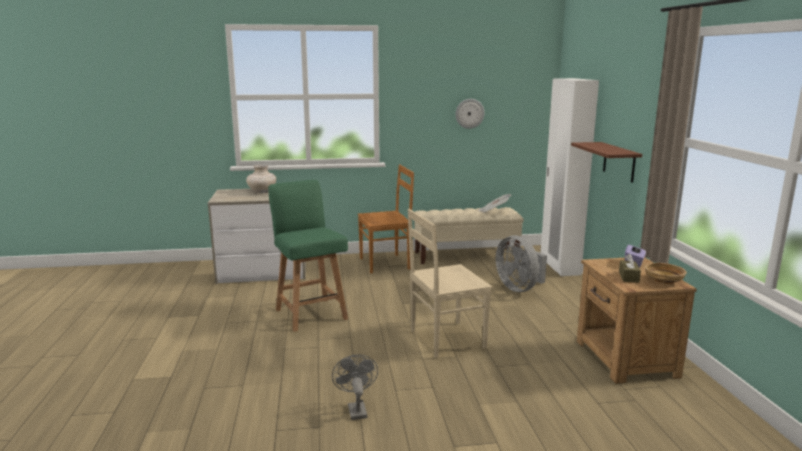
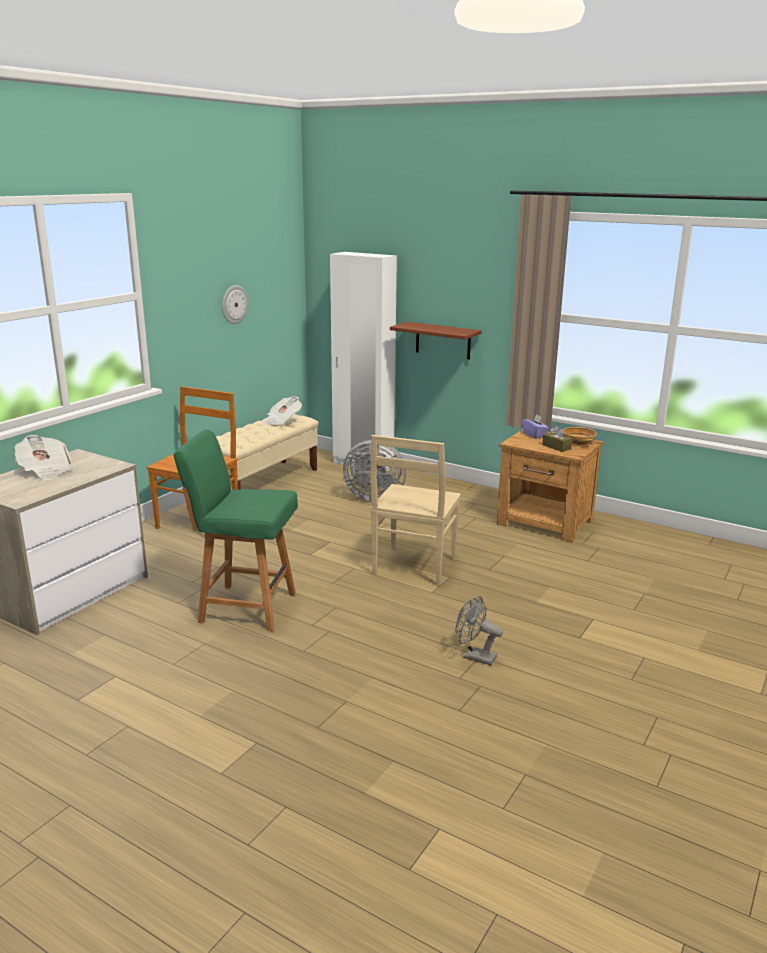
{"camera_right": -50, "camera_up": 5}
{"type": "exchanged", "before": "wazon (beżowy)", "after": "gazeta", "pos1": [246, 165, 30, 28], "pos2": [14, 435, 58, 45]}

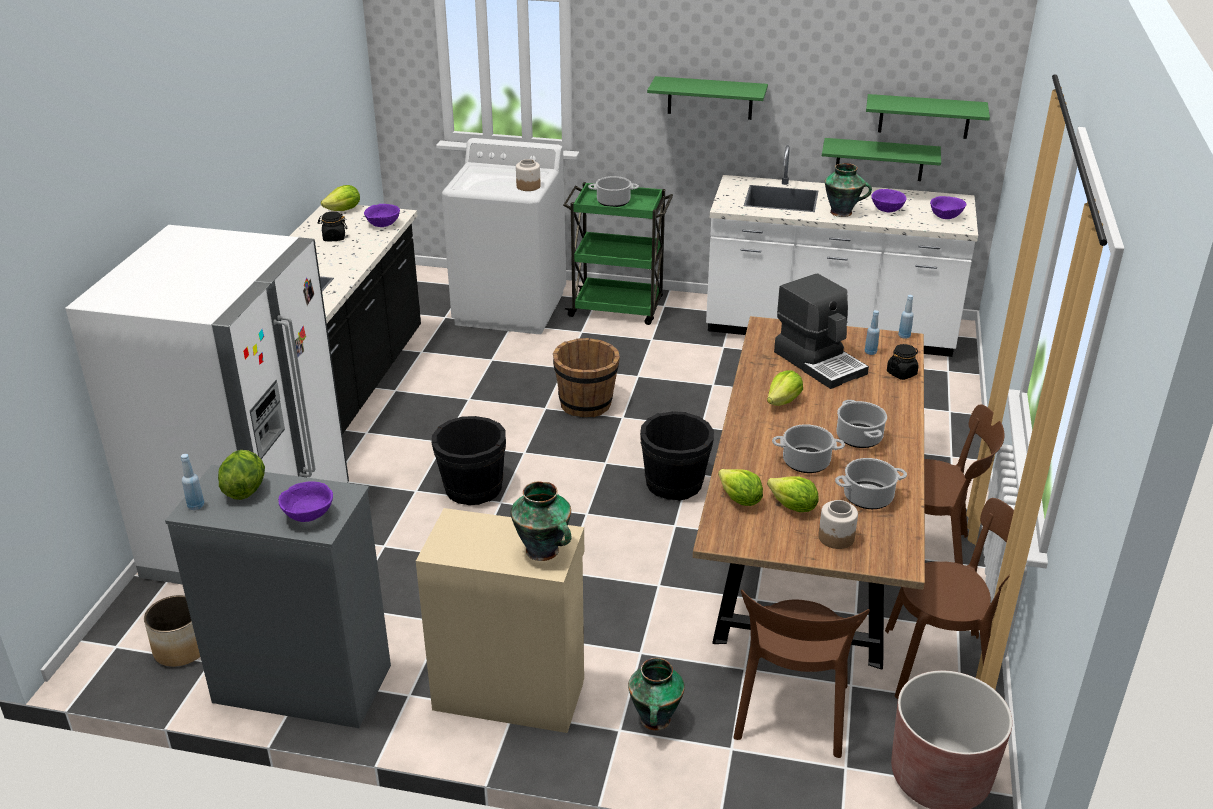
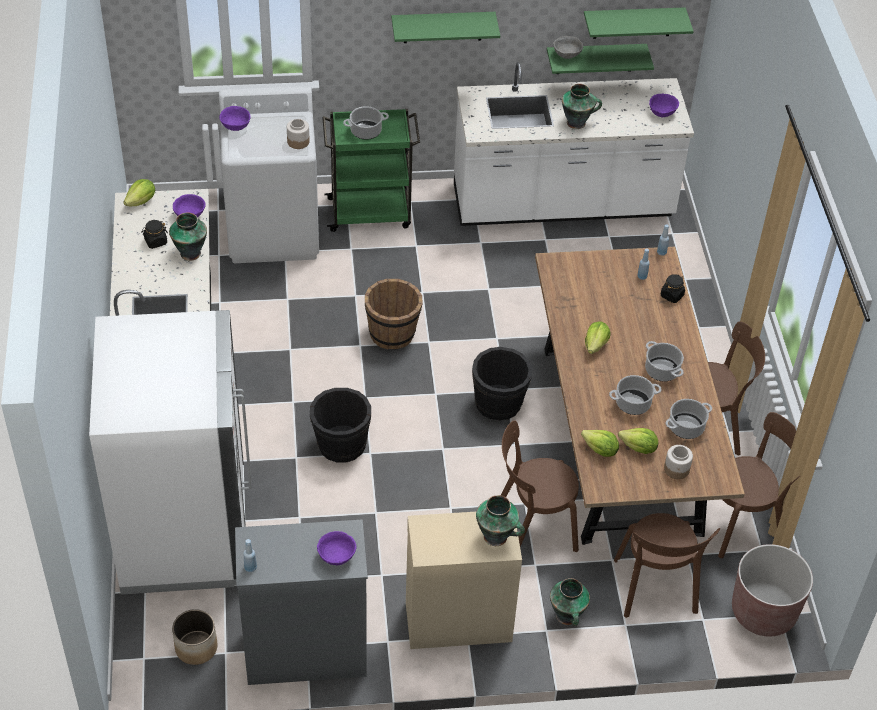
{"camera_right": -20, "camera_up": 15}
{"type": "relocated", "before": "miska (fioletowy)", "pos1": [872, 189, 34, 23], "pos2": [219, 106, 32, 25]}
{"type": "missing", "before": "ekspres do kawy", "pos1": [774, 273, 95, 116]}
{"type": "missing", "before": "sałata", "pos1": [218, 450, 47, 50]}
{"type": "appeared", "after": "miska (szary)", "pos2": [553, 36, 30, 23]}
{"type": "appeared", "after": "wazon", "pos2": [169, 212, 38, 49]}
{"type": "appeared", "after": "krzesło (brązowy)", "pos2": [501, 420, 78, 132]}

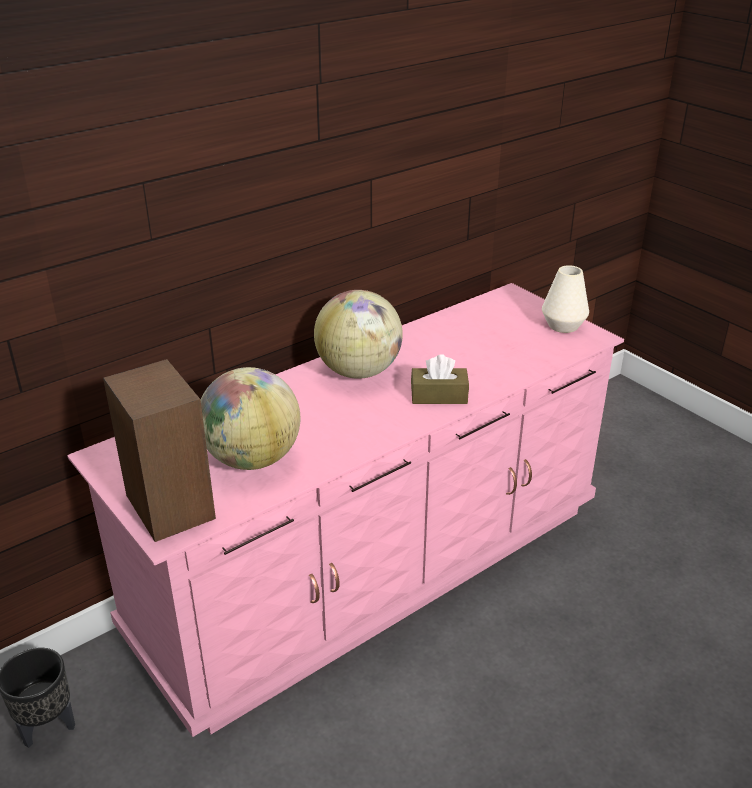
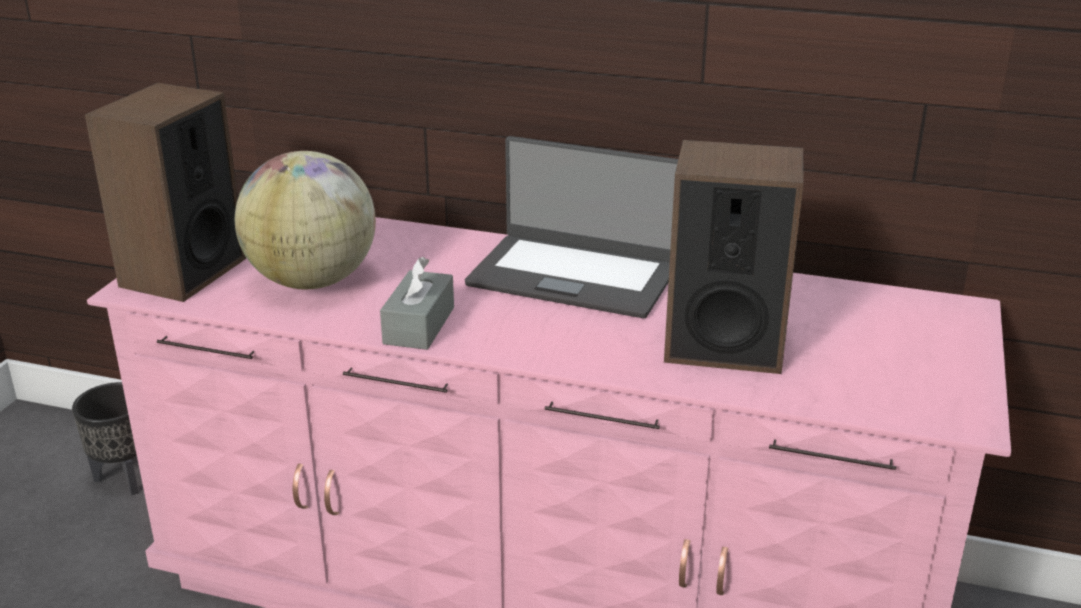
{"camera_right": 55, "camera_up": -5}
{"type": "missing", "before": "wazon (biały)", "pos1": [542, 265, 47, 68]}
{"type": "exchanged", "before": "globus", "after": "laptop", "pos1": [314, 290, 89, 89], "pos2": [465, 136, 213, 182]}
{"type": "missing", "before": "pudełko chusteczek (brązowy)", "pos1": [411, 354, 58, 50]}
{"type": "appeared", "after": "głośnik", "pos2": [664, 140, 140, 234]}
{"type": "appeared", "after": "pudełko chusteczek (szary)", "pos2": [380, 257, 74, 93]}

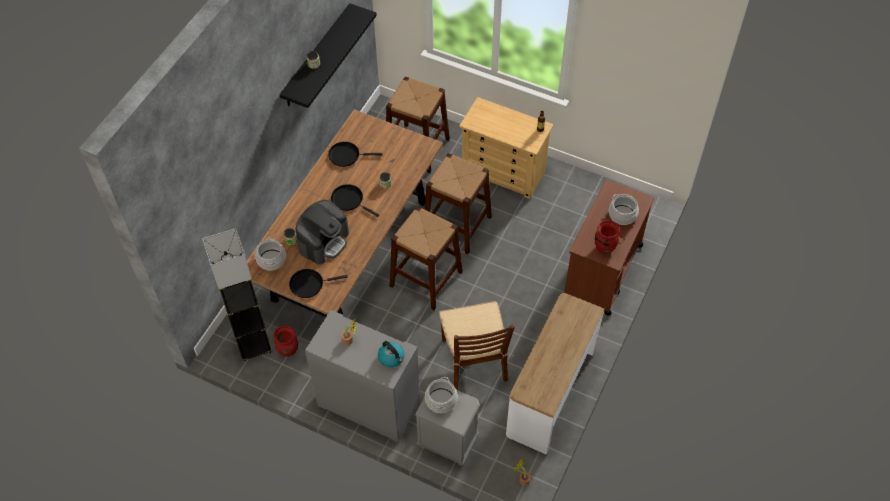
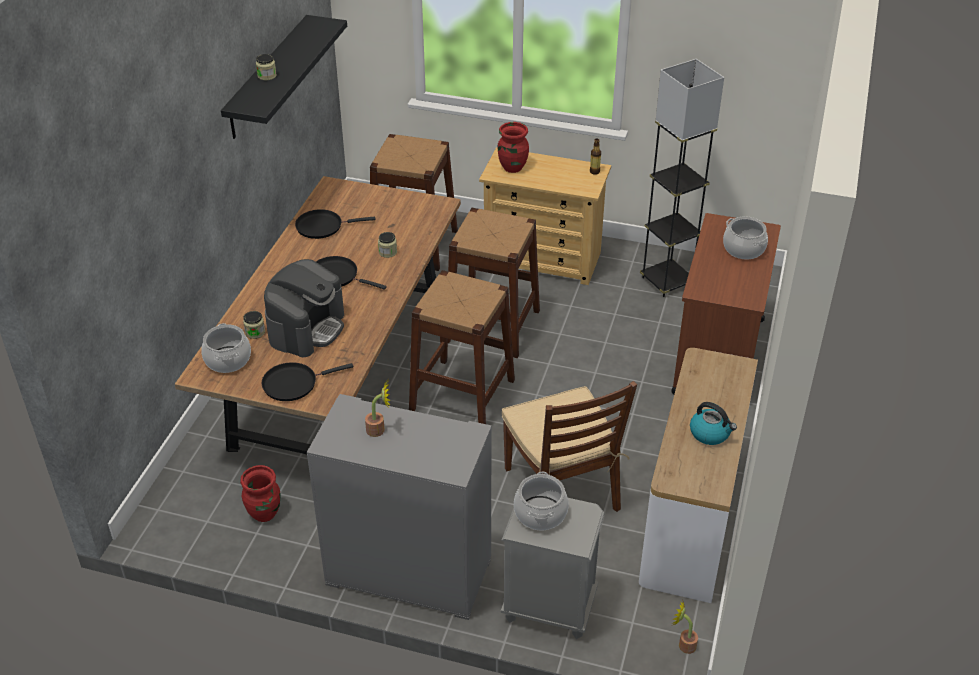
{"camera_right": -10, "camera_up": -15}
{"type": "relocated", "before": "wazon (czerwony)", "pos1": [595, 220, 25, 34], "pos2": [498, 122, 31, 51]}
{"type": "relocated", "before": "lampa stojąca (szary)", "pos1": [202, 228, 70, 133], "pos2": [640, 59, 84, 238]}
{"type": "relocated", "before": "czajnik", "pos1": [378, 341, 26, 26], "pos2": [690, 402, 47, 43]}

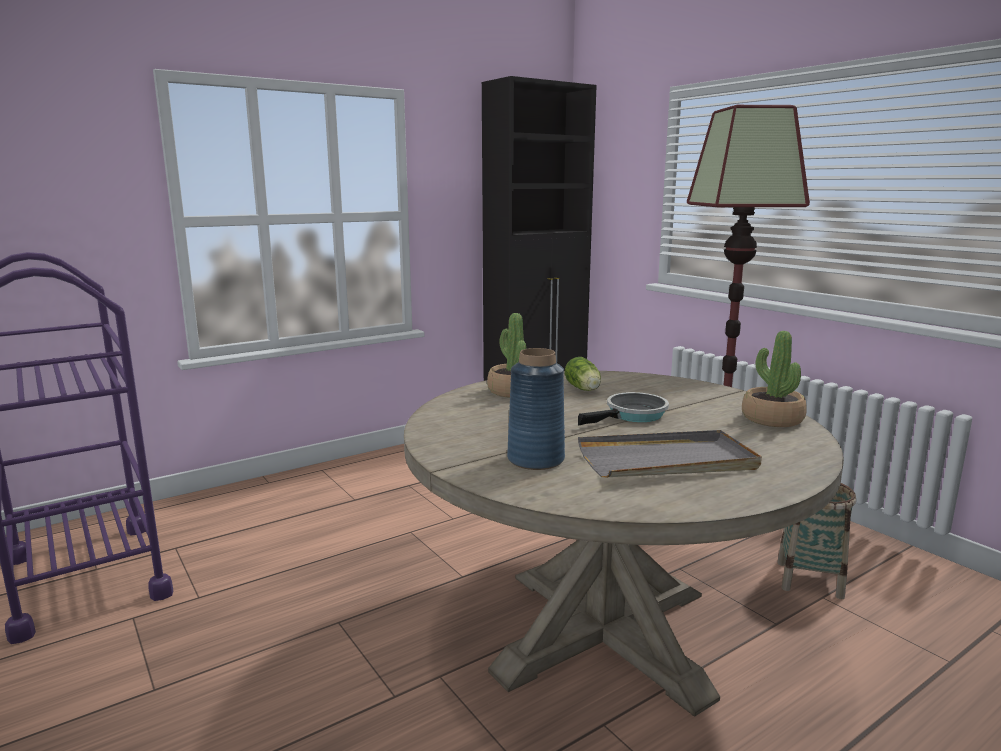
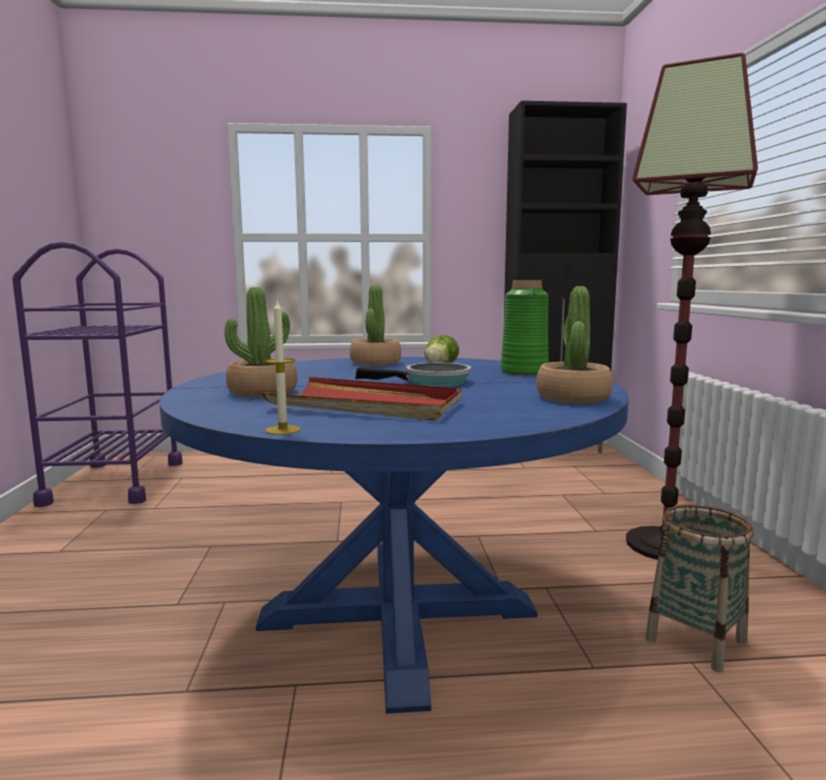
{"camera_right": 30, "camera_up": -5}
{"type": "exchanged", "before": "wazon (niebieski)", "after": "roślina doniczkowa", "pos1": [507, 348, 58, 122], "pos2": [225, 287, 73, 110]}
{"type": "colour", "before": "stół jadalny (beżowy)", "after": "stół jadalny (niebieski)", "pos1": [404, 371, 440, 346], "pos2": [159, 357, 470, 357]}
{"type": "colour", "before": "taca (szary)", "after": "taca (czerwony)", "pos1": [578, 430, 184, 47], "pos2": [263, 377, 198, 44]}
{"type": "appeared", "after": "wazon (zielony)", "pos2": [501, 280, 48, 95]}
{"type": "appeared", "after": "świeca", "pos2": [265, 299, 35, 136]}

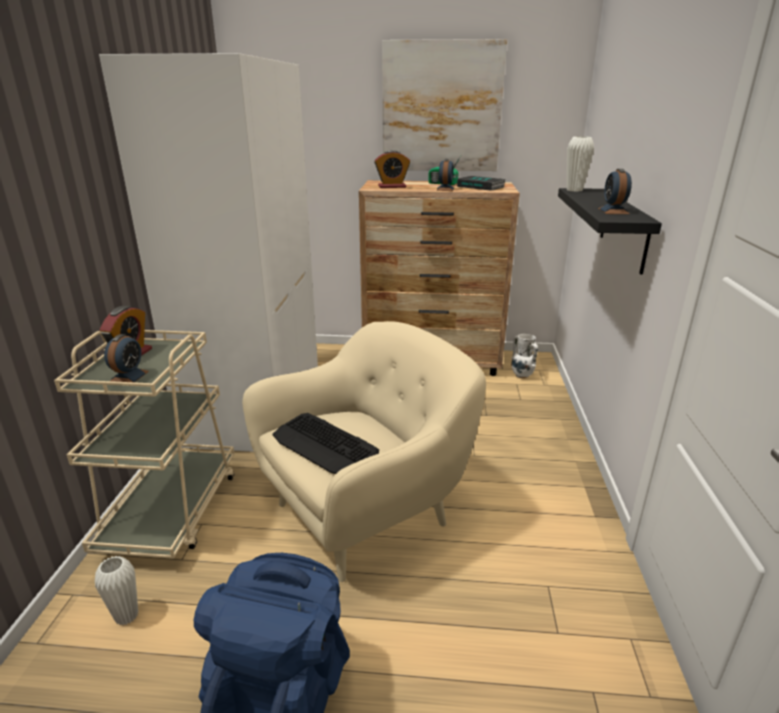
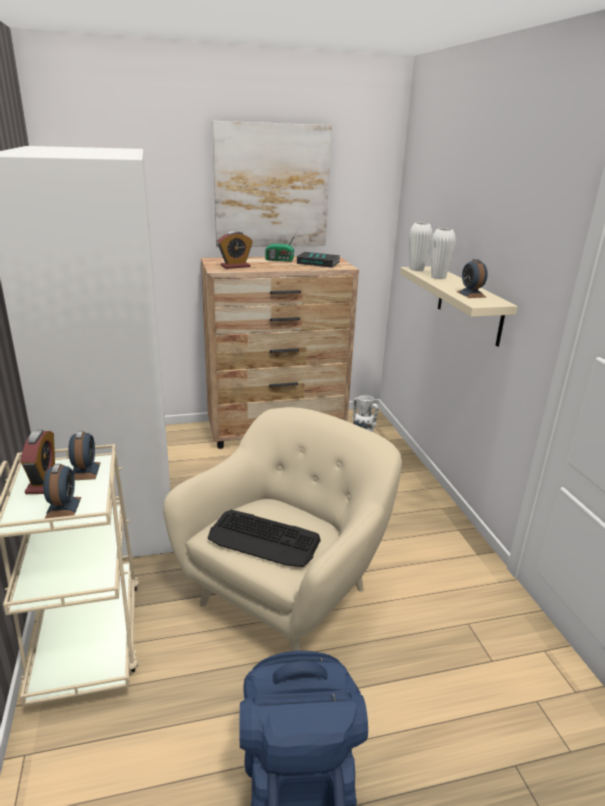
{"camera_right": -20, "camera_up": 0}
{"type": "relocated", "before": "budzik", "pos1": [436, 159, 18, 32], "pos2": [69, 431, 32, 49]}
{"type": "colour", "before": "półka (czarny)", "after": "półka (beżowy)", "pos1": [558, 188, 104, 87], "pos2": [400, 266, 118, 81]}
{"type": "relocated", "before": "wazon (biały)", "pos1": [95, 556, 43, 69], "pos2": [431, 228, 25, 51]}

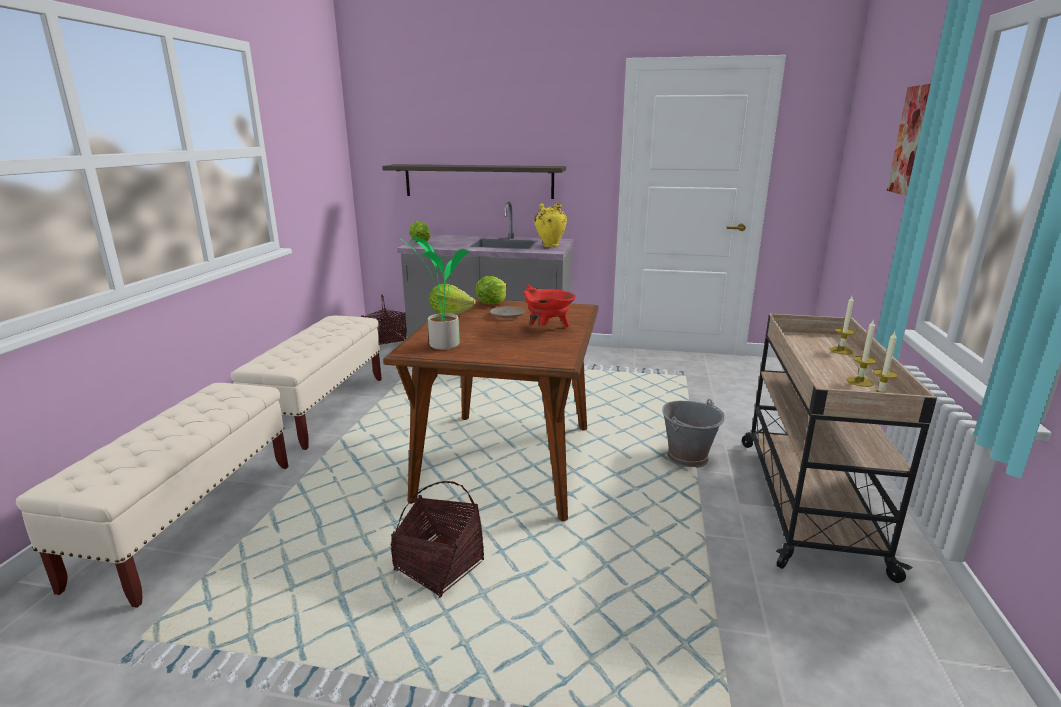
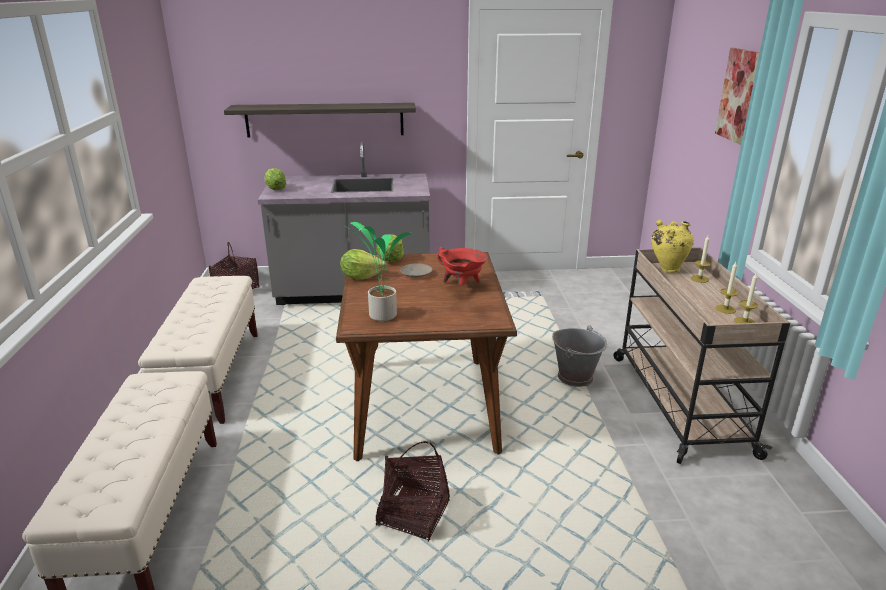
{"camera_right": -15, "camera_up": 5}
{"type": "relocated", "before": "wazon (żółty)", "pos1": [534, 203, 33, 44], "pos2": [651, 220, 43, 53]}

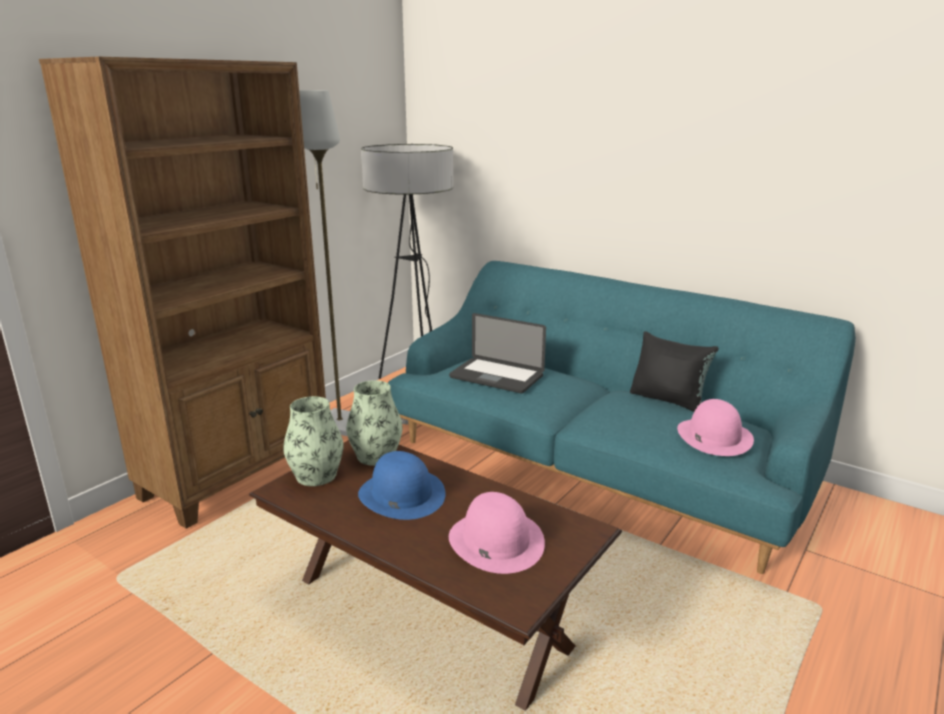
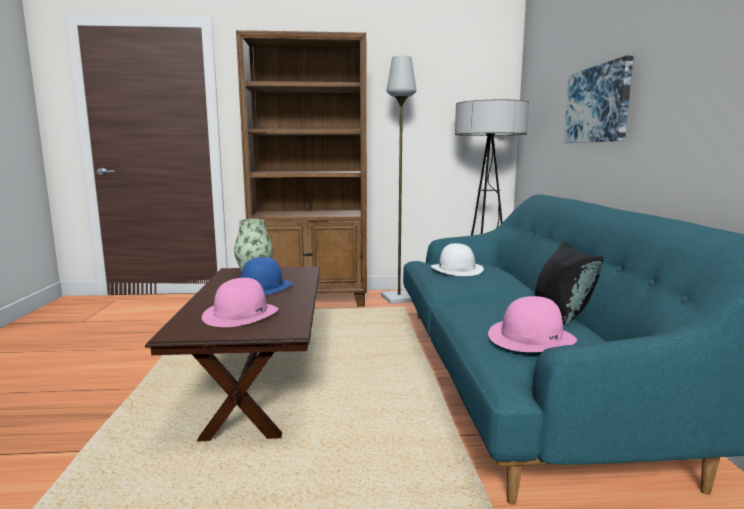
{"camera_right": 50, "camera_up": -10}
{"type": "exchanged", "before": "laptop", "after": "kapelusz (biały)", "pos1": [449, 313, 97, 80], "pos2": [431, 243, 53, 33]}
{"type": "missing", "before": "wazon", "pos1": [346, 380, 57, 86]}
{"type": "appeared", "after": "obraz", "pos2": [564, 56, 70, 87]}

